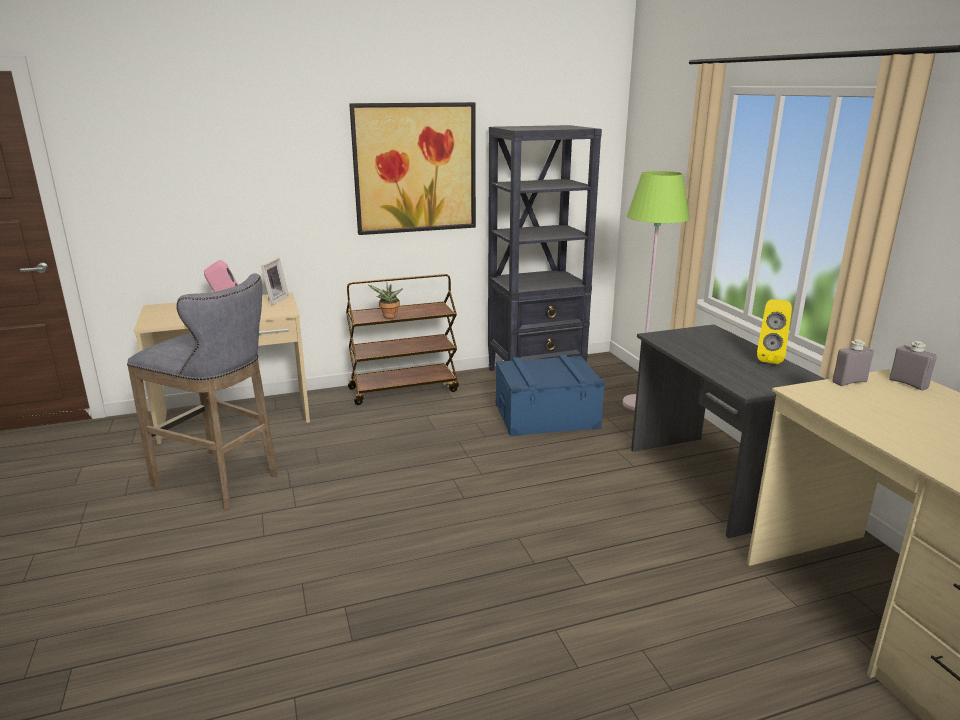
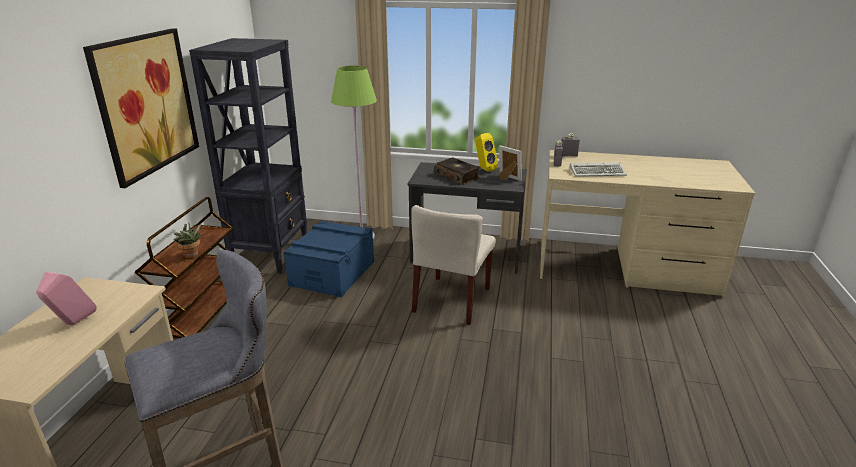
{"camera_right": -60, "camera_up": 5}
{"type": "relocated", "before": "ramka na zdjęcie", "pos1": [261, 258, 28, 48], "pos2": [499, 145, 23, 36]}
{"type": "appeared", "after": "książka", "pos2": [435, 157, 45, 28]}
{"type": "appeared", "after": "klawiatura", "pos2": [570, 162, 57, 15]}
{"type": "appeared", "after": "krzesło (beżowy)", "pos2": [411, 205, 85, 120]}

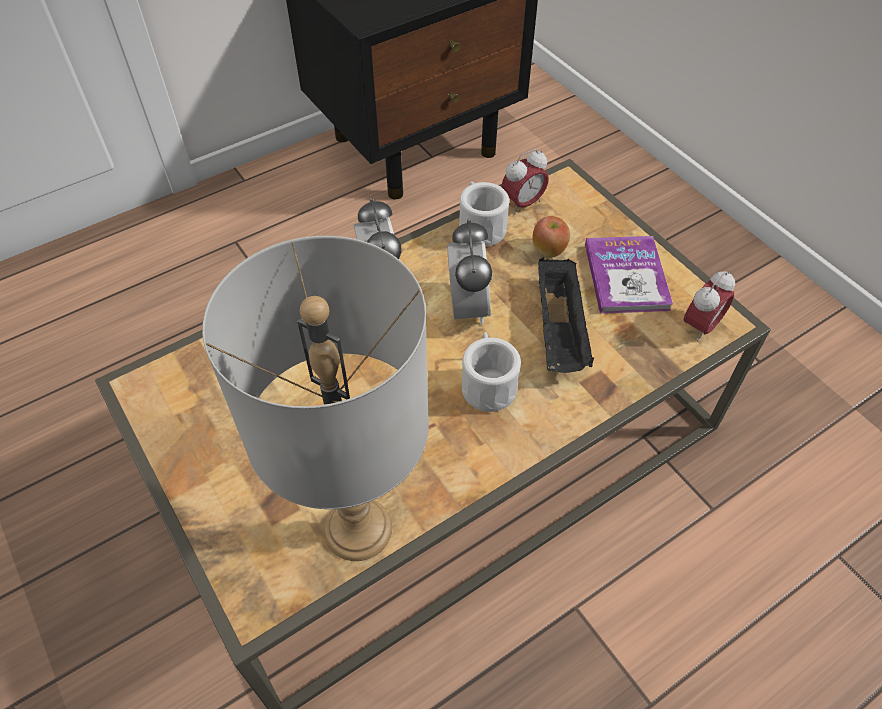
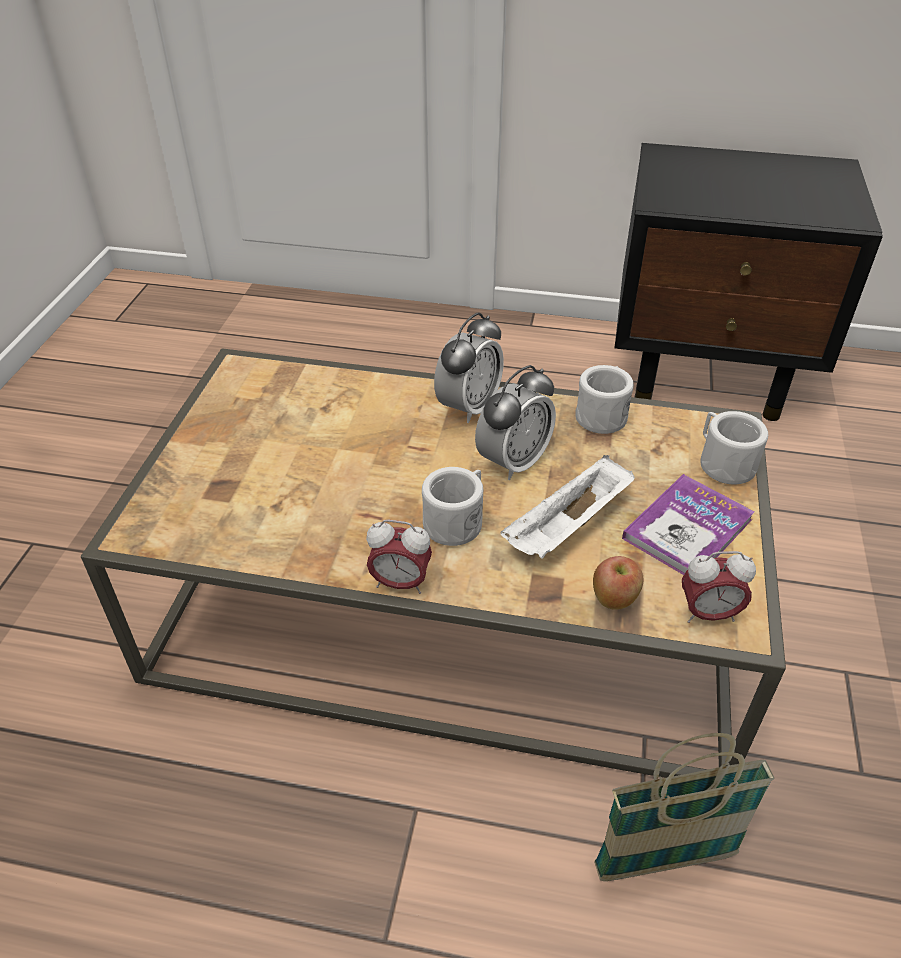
{"camera_right": 45, "camera_up": -10}
{"type": "relocated", "before": "budzik", "pos1": [501, 149, 48, 65], "pos2": [366, 520, 66, 74]}
{"type": "relocated", "before": "jabłko", "pos1": [533, 216, 37, 42], "pos2": [593, 556, 50, 54]}
{"type": "missing", "before": "lampa stołowa (szary)", "pos1": [202, 236, 227, 325]}
{"type": "colour", "before": "taca (czarny)", "after": "taca (biały)", "pos1": [538, 257, 56, 116], "pos2": [500, 455, 135, 104]}
{"type": "appeared", "after": "kubek (biały)", "pos2": [700, 411, 68, 73]}
{"type": "appeared", "after": "koszyk", "pos2": [594, 733, 181, 148]}

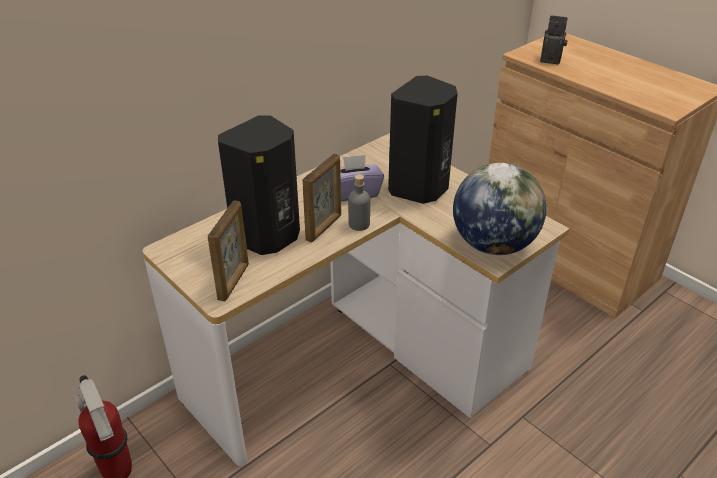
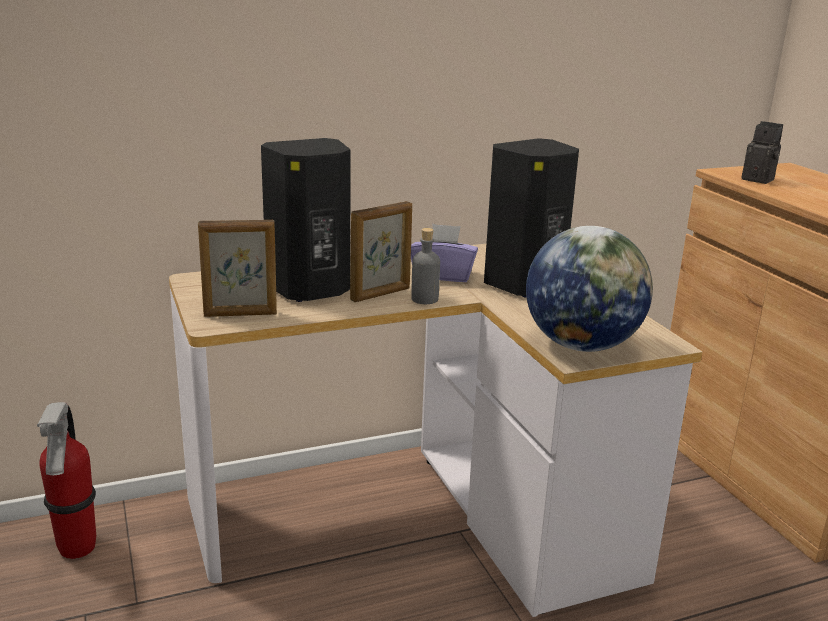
{"camera_right": 20, "camera_up": -15}
{"type": "spun", "before": "ramka na zdjęcie", "pos1": [208, 201, 41, 100], "pos2": [198, 220, 79, 97], "turn": 45}

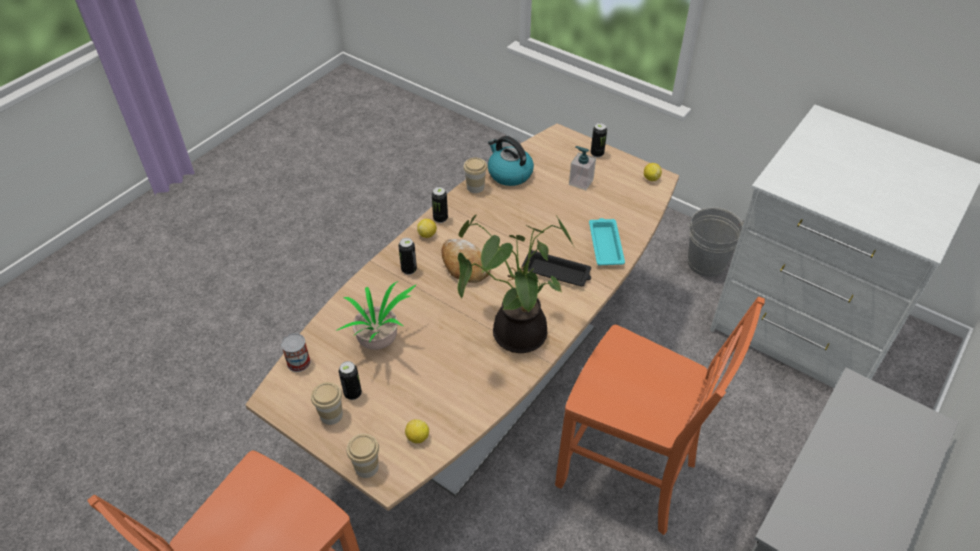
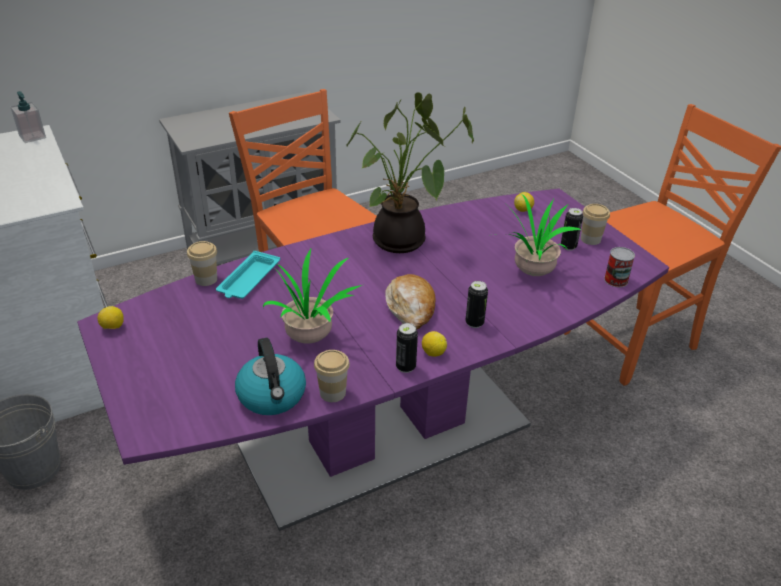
{"camera_right": -155, "camera_up": -10}
{"type": "colour", "before": "stół jadalny (brązowy)", "after": "stół jadalny (fioletowy)", "pos1": [245, 123, 434, 388], "pos2": [77, 188, 592, 343]}
{"type": "missing", "before": "puszka", "pos1": [591, 123, 16, 35]}
{"type": "relocated", "before": "dozownik mydła", "pos1": [569, 146, 27, 44], "pos2": [11, 91, 35, 52]}
{"type": "missing", "before": "taca (czarny)", "pos1": [521, 250, 70, 36]}
{"type": "relocated", "before": "filiżanka", "pos1": [347, 434, 32, 44], "pos2": [187, 241, 30, 45]}
{"type": "appeared", "after": "roślina doniczkowa", "pos2": [263, 249, 99, 94]}

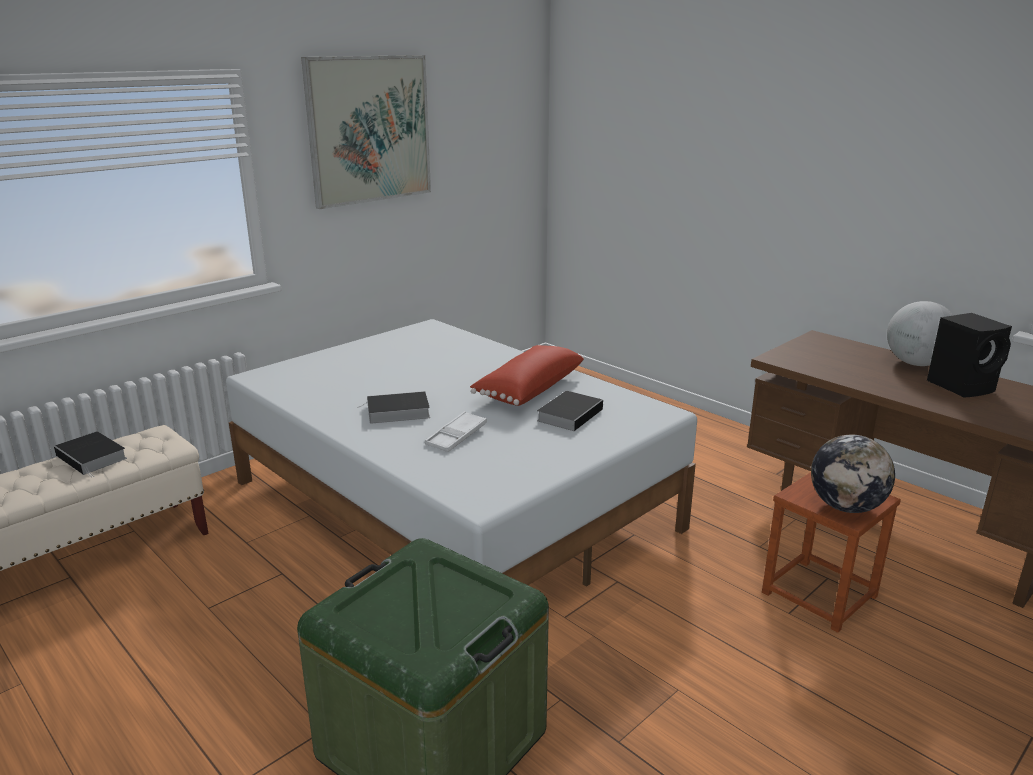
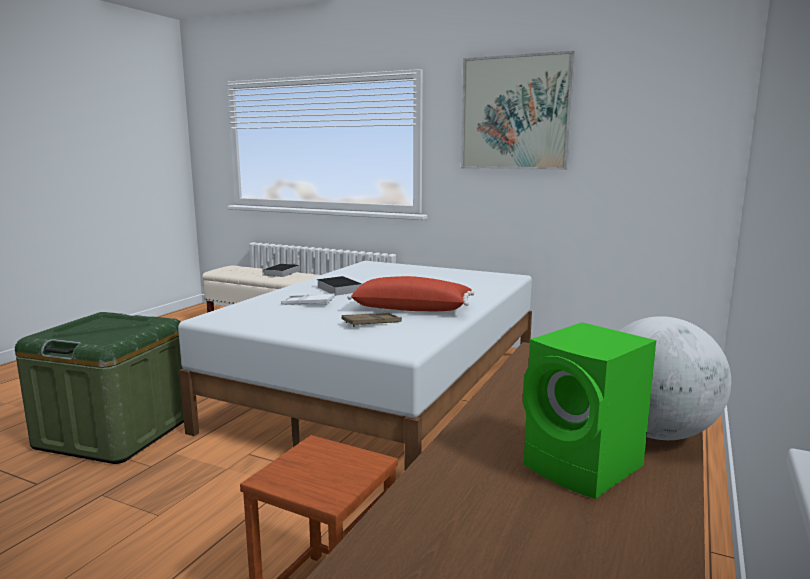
{"camera_right": 70, "camera_up": -10}
{"type": "colour", "before": "głośnik (czarny)", "after": "głośnik (zielony)", "pos1": [927, 313, 85, 85], "pos2": [523, 322, 133, 177]}
{"type": "exchanged", "before": "książka", "after": "taca (brązowy)", "pos1": [537, 391, 67, 40], "pos2": [342, 313, 60, 14]}
{"type": "missing", "before": "globus", "pos1": [811, 435, 84, 78]}

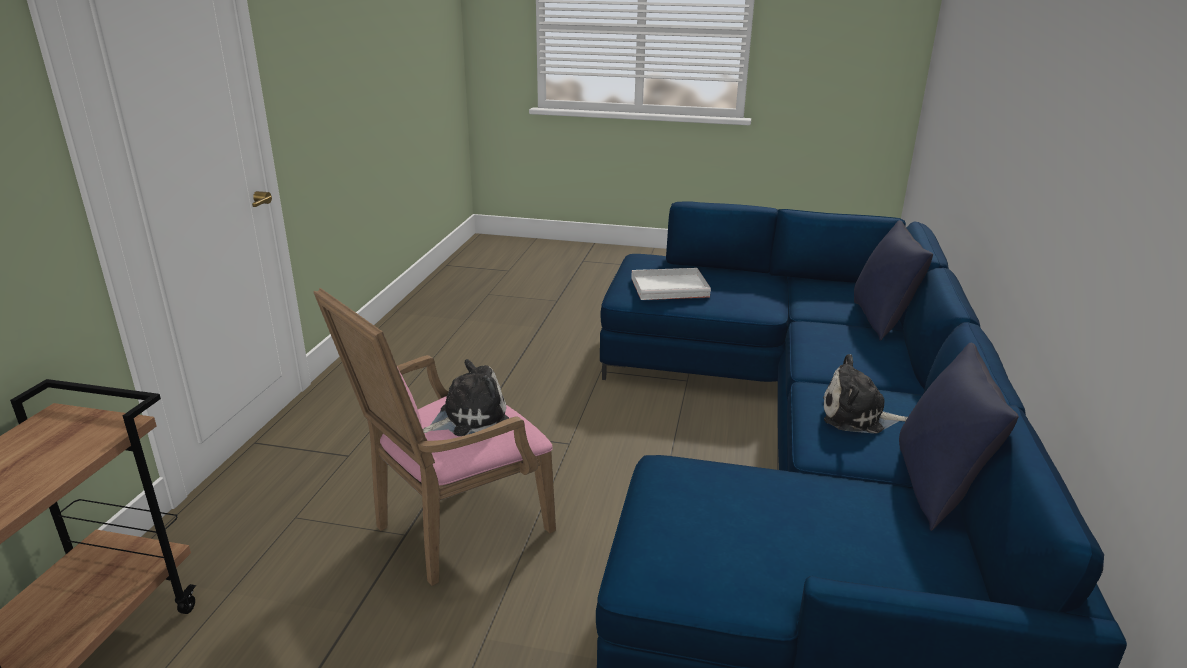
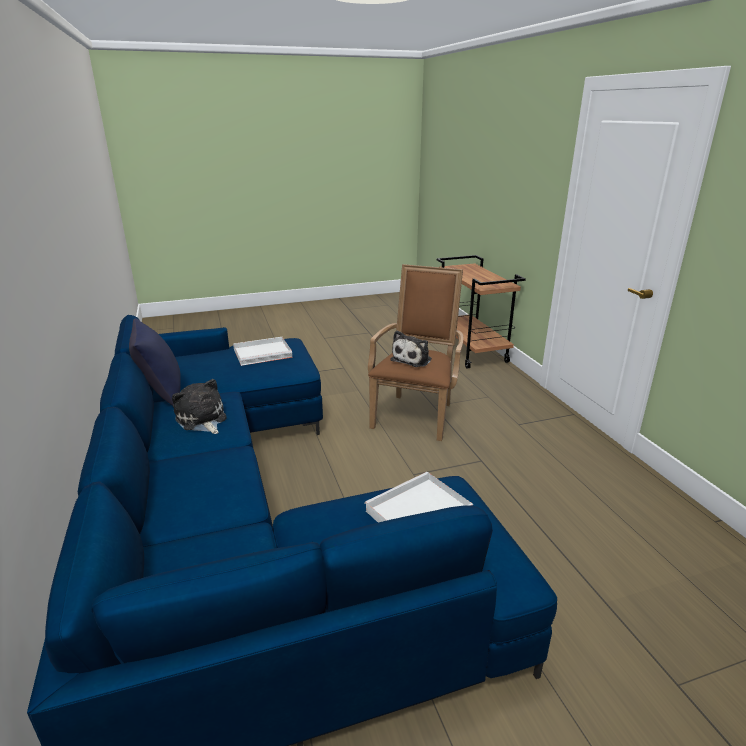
{"camera_right": 150, "camera_up": 0}
{"type": "missing", "before": "poduszka (niebieski)", "pos1": [854, 220, 79, 121]}
{"type": "colour", "before": "fotel (różowy)", "after": "fotel (brązowy)", "pos1": [313, 288, 243, 298], "pos2": [368, 264, 96, 177]}
{"type": "spun", "before": "pluszak", "pos1": [823, 354, 85, 80], "pos2": [172, 379, 55, 55], "turn": -105}
{"type": "appeared", "after": "taca (biały)", "pos2": [233, 337, 60, 29]}

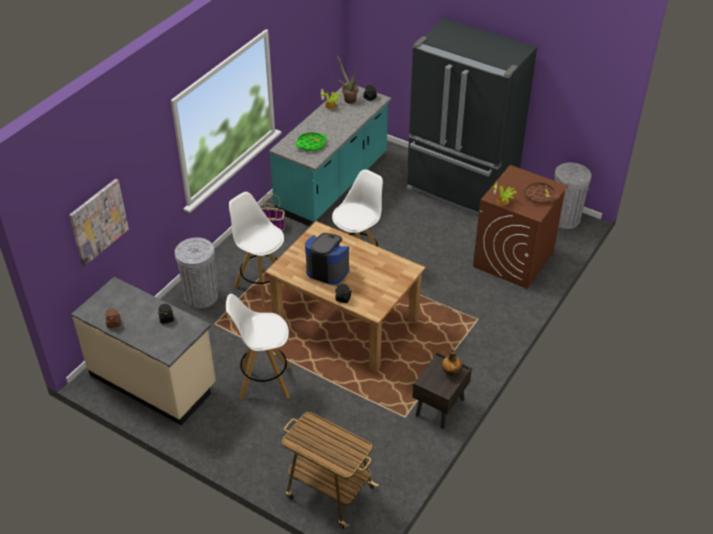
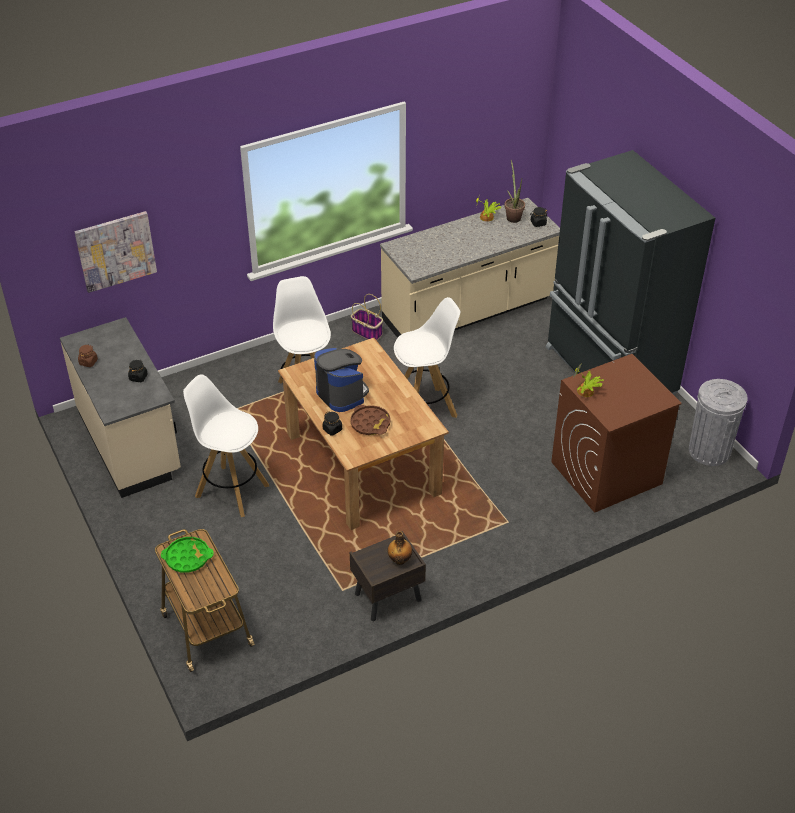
{"camera_right": 30, "camera_up": 0}
{"type": "colour", "before": "zabudowa kuchenna (turkusowy)", "after": "zabudowa kuchenna (beżowy)", "pos1": [269, 83, 122, 143], "pos2": [380, 198, 180, 140]}
{"type": "relocated", "before": "taca (zielony)", "pos1": [296, 132, 31, 19], "pos2": [161, 537, 53, 36]}
{"type": "relocated", "before": "taca (brązowy)", "pos1": [522, 182, 36, 22], "pos2": [350, 405, 41, 30]}
{"type": "missing", "before": "kosz na śmieci (szary)", "pos1": [175, 238, 43, 70]}

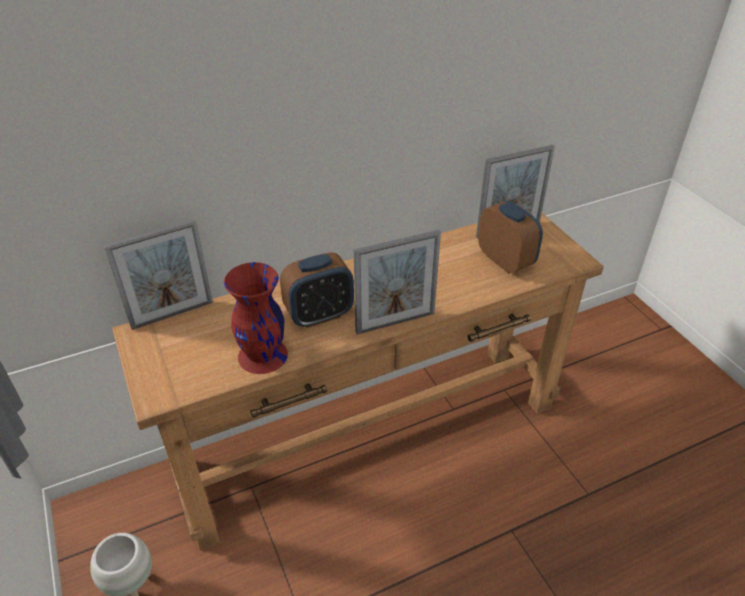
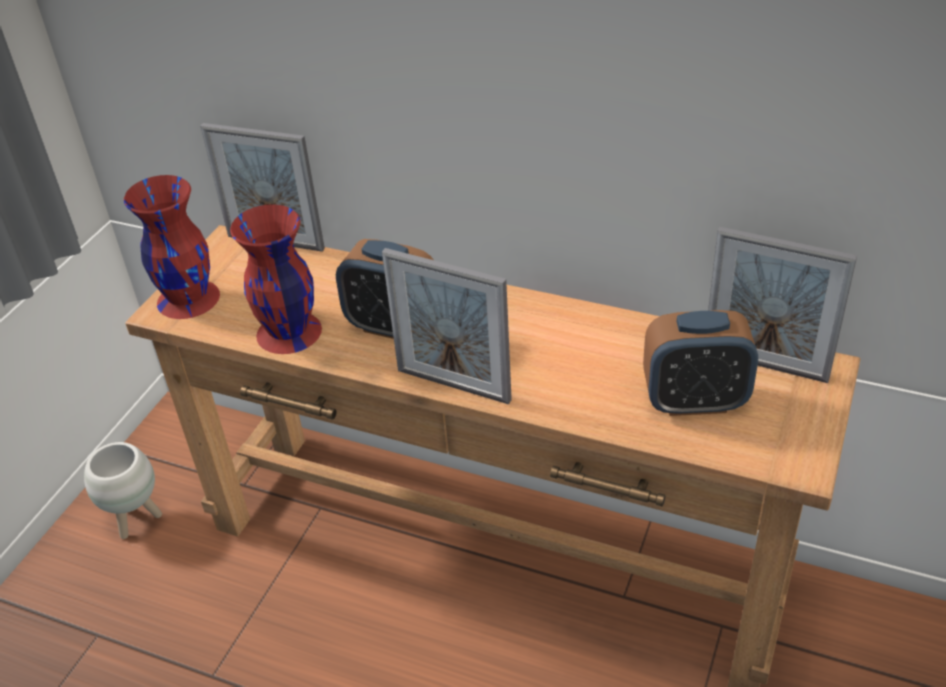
{"camera_right": 50, "camera_up": 0}
{"type": "spun", "before": "budzik", "pos1": [478, 201, 65, 73], "pos2": [643, 310, 115, 106], "turn": 75}
{"type": "appeared", "after": "wazon (czerwony)", "pos2": [124, 175, 96, 144]}

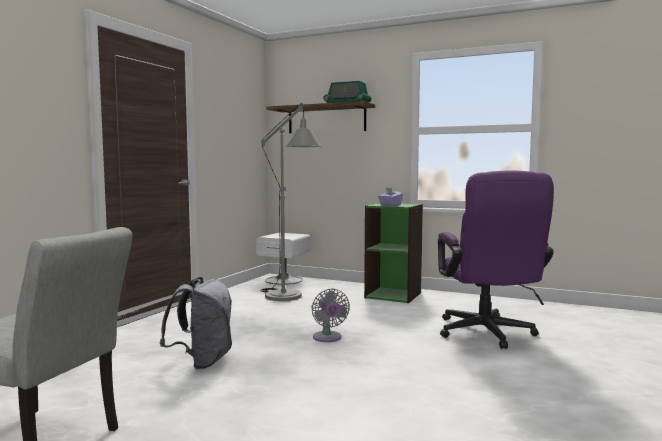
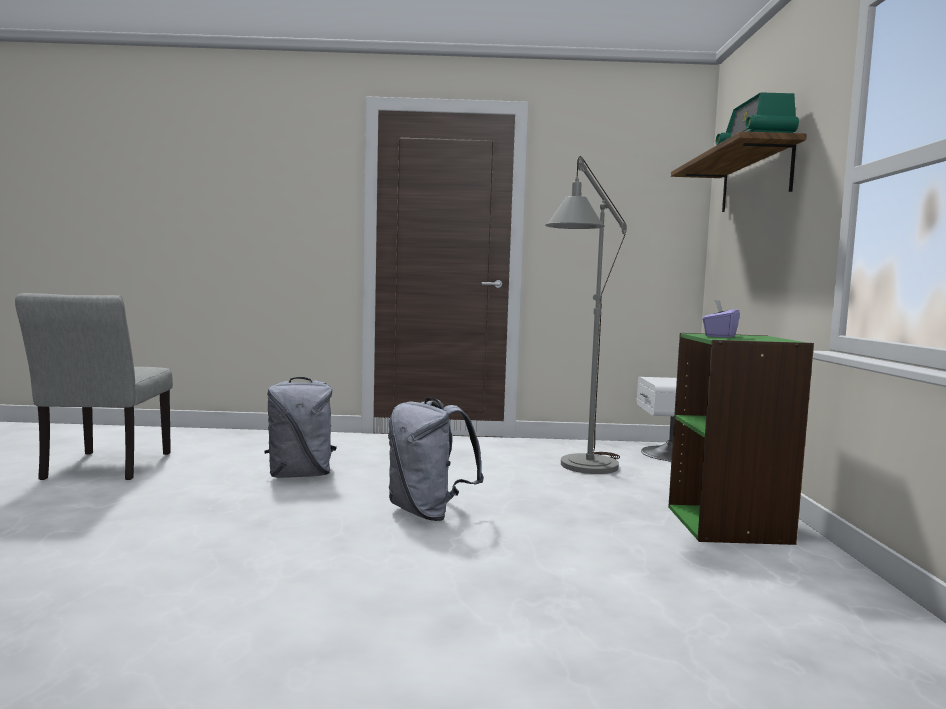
{"camera_right": 65, "camera_up": 0}
{"type": "missing", "before": "krzesło biurowe (fioletowy)", "pos1": [438, 171, 116, 178]}
{"type": "exchanged", "before": "wentylator (szary)", "after": "plecak (szary)", "pos1": [312, 288, 38, 54], "pos2": [388, 397, 96, 124]}

